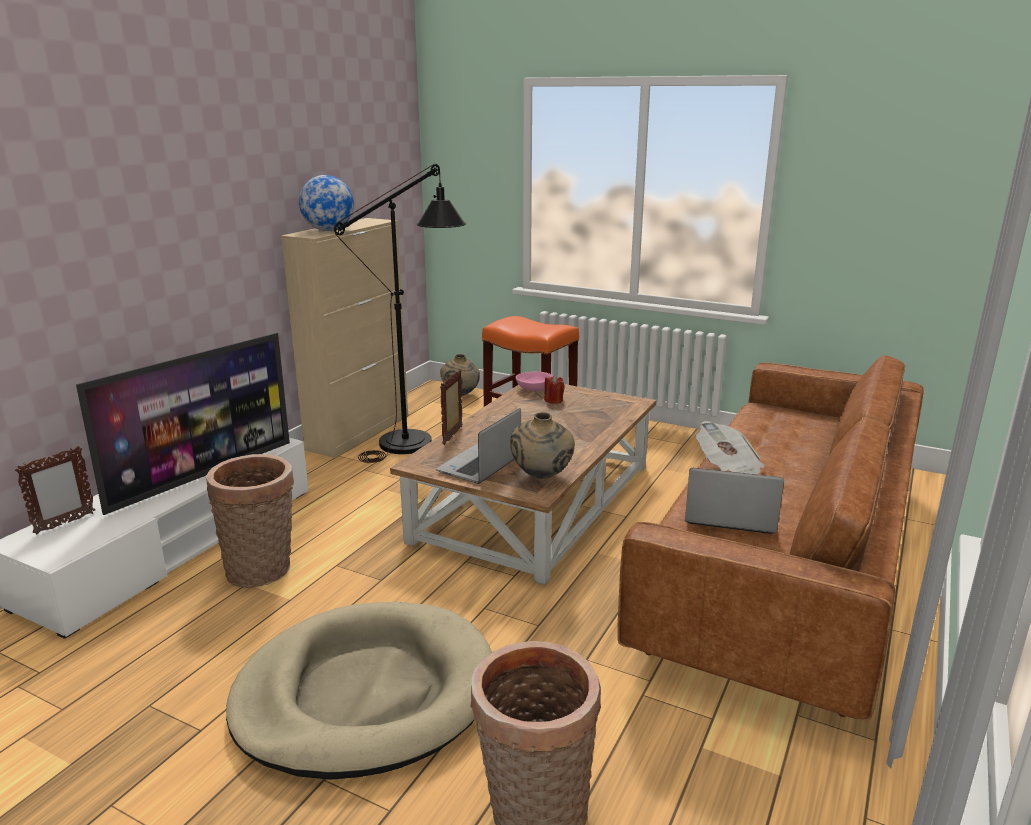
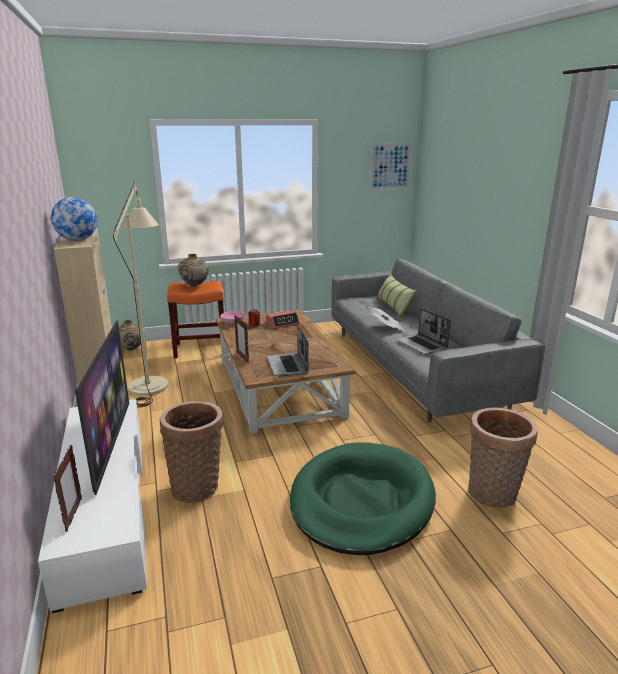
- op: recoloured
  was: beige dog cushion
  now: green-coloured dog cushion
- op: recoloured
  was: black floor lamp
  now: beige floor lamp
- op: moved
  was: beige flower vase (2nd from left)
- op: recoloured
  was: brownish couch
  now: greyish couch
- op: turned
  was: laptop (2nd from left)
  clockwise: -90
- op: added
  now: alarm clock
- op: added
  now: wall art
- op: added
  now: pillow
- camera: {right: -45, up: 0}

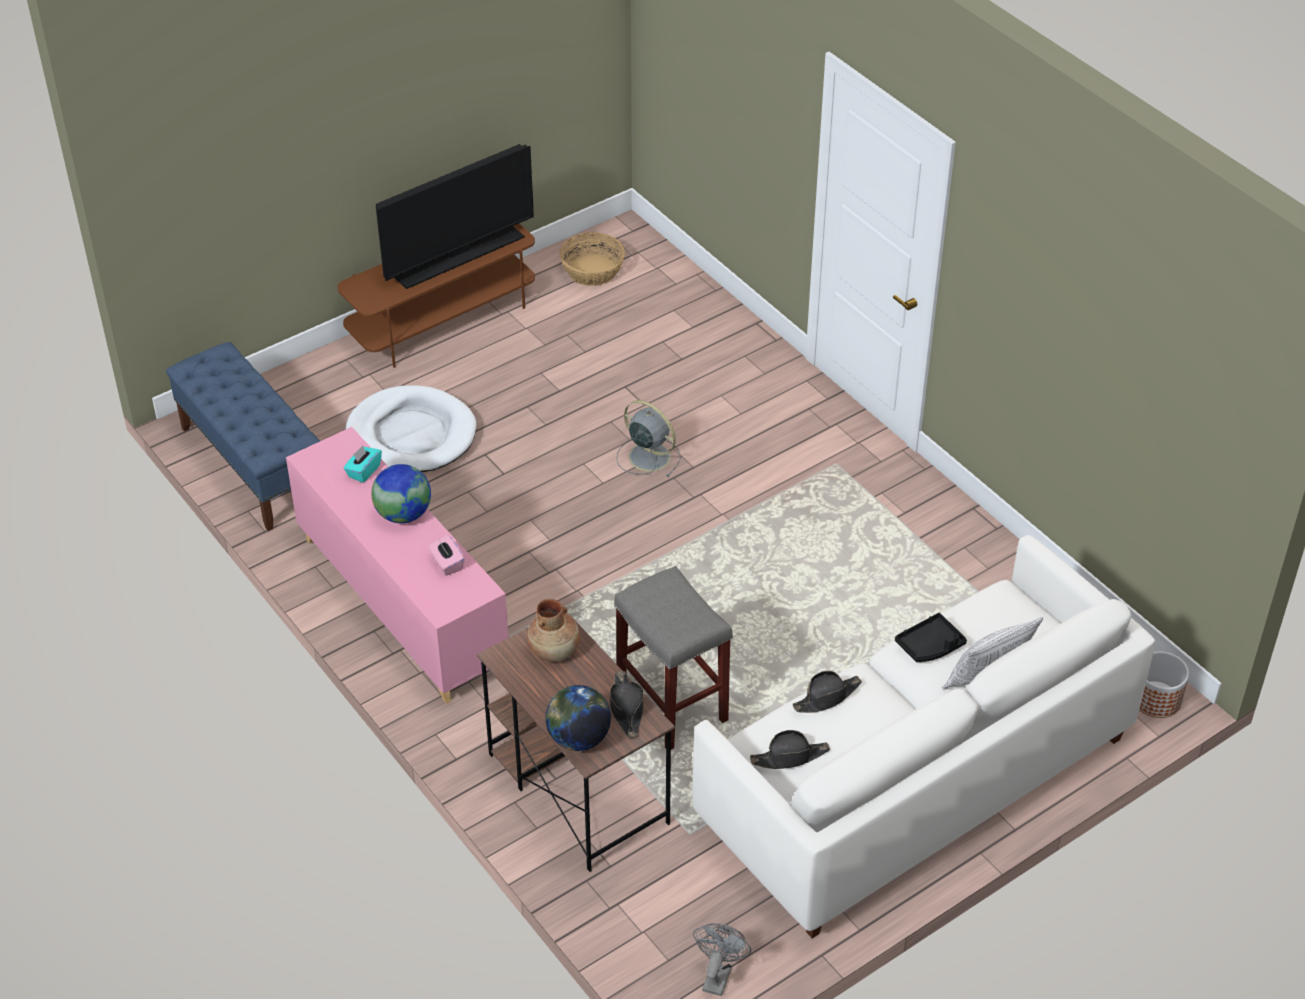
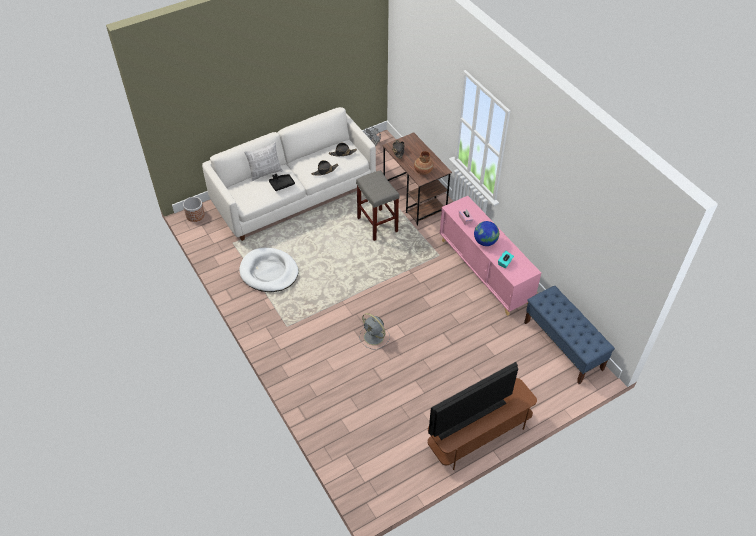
- op: moved
  was: white dog cushion
- op: removed
  was: world globe (2nd from left)
- op: removed
  was: storage basket
- camera: {right: -175, up: 5}

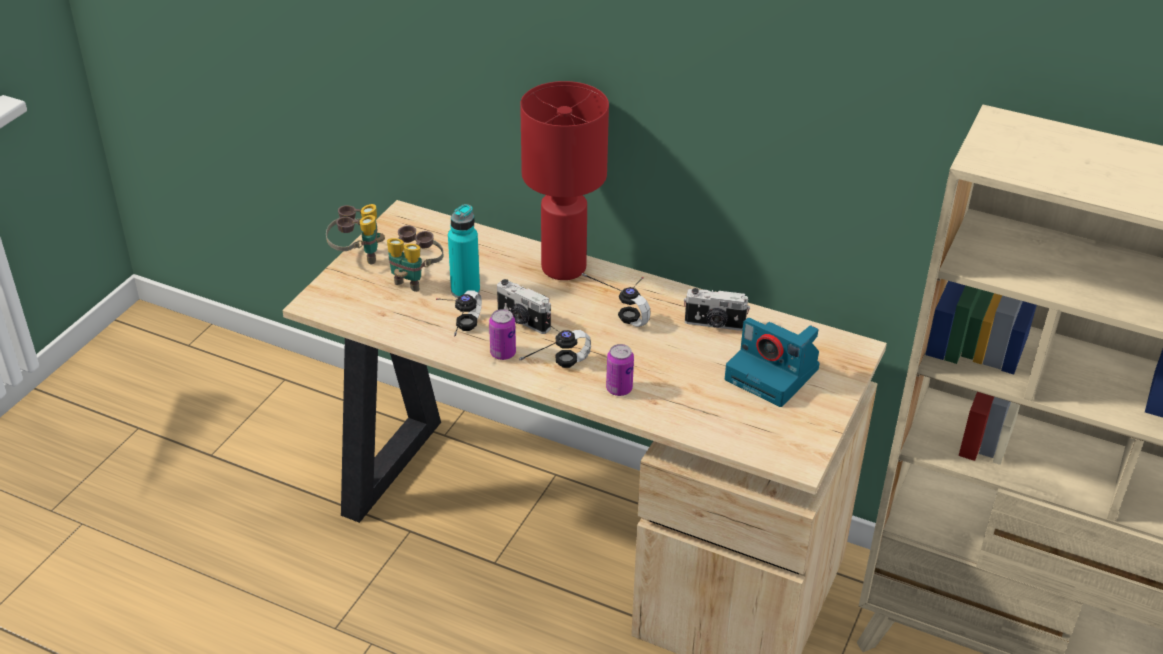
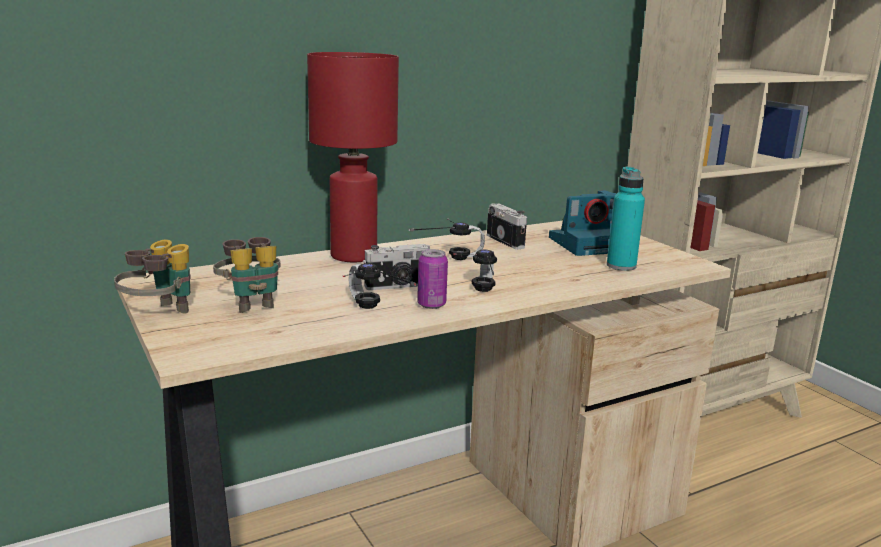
- op: moved
  was: turquoise drink bottle
- op: removed
  was: metal can (2nd from left)
- op: turned
  was: photo camera (2nd from left)
  clockwise: -75
- camera: {right: -55, up: -20}

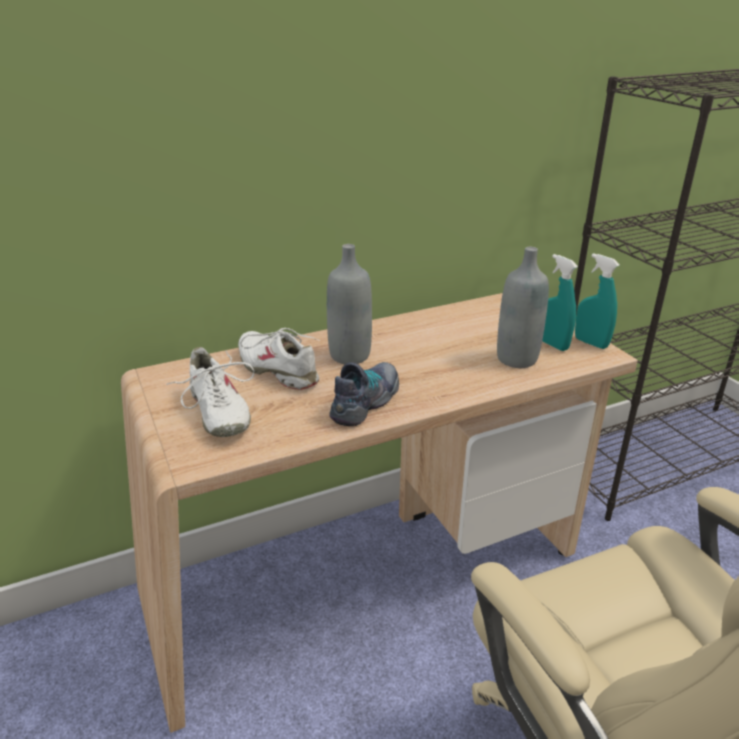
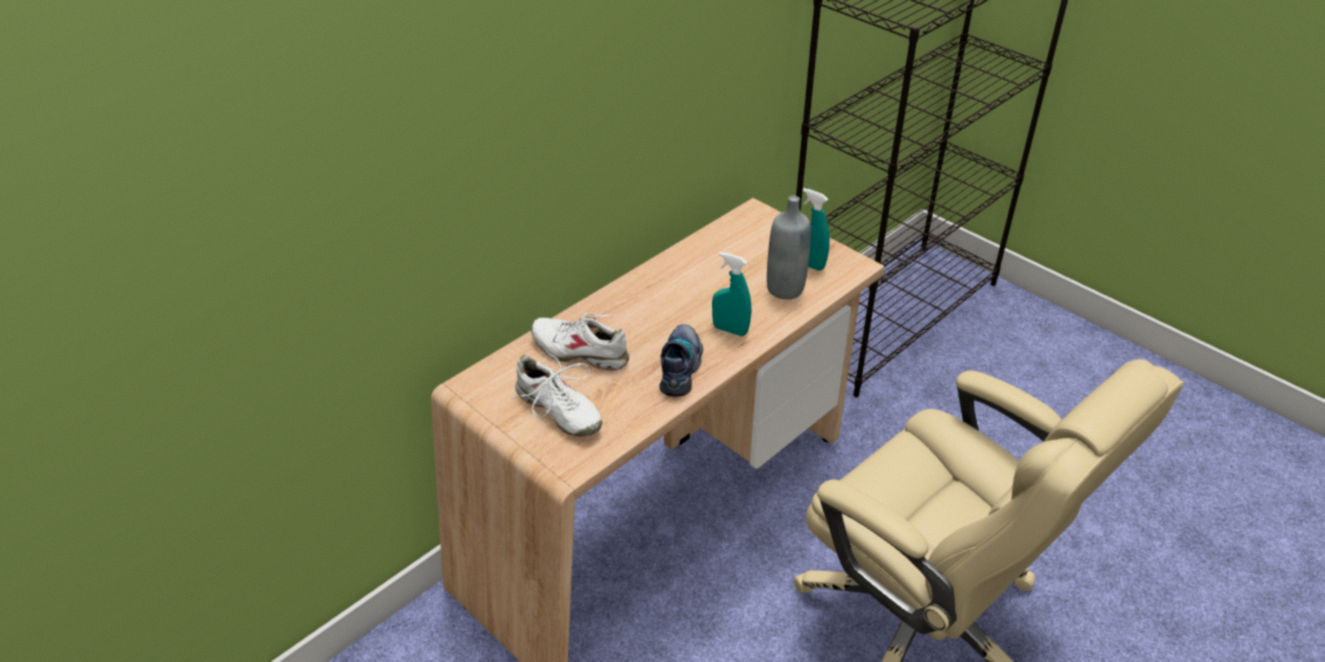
- op: removed
  was: greyish drink bottle (1st from left)
- op: moved
  was: turquoise sprayer (2nd from left in the first image)
  now: turquoise sprayer (1st from left)
- camera: {right: -20, up: 10}

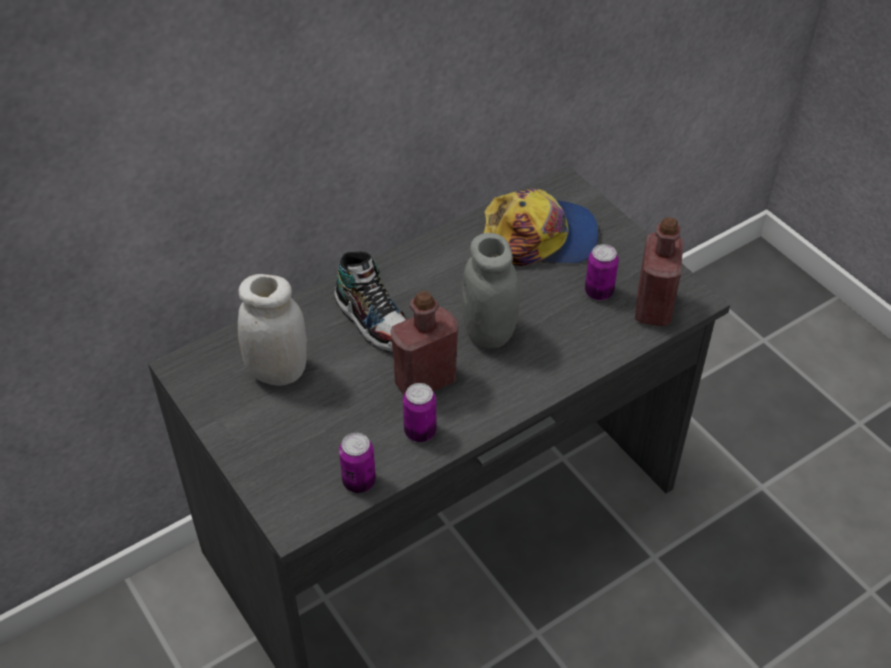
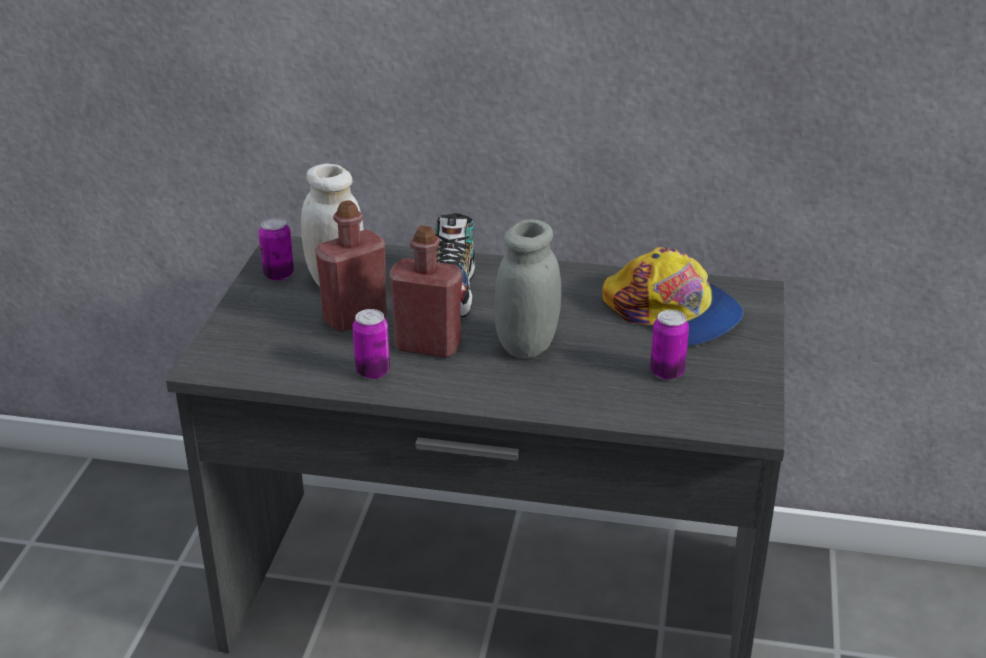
- op: moved
  was: metal can (1st from left)
- op: moved
  was: red drink bottle (2nd from left in the first image)
  now: red drink bottle (1st from left)
- camera: {right: 45, up: -15}

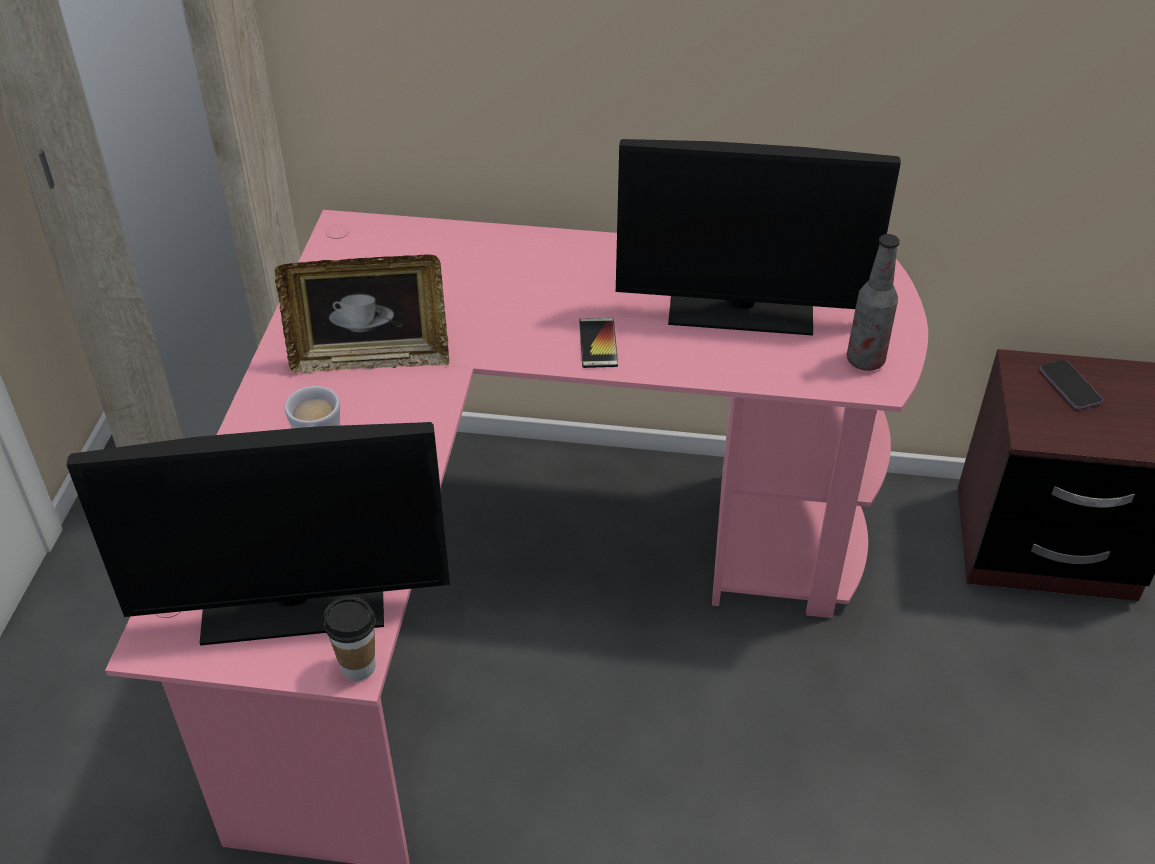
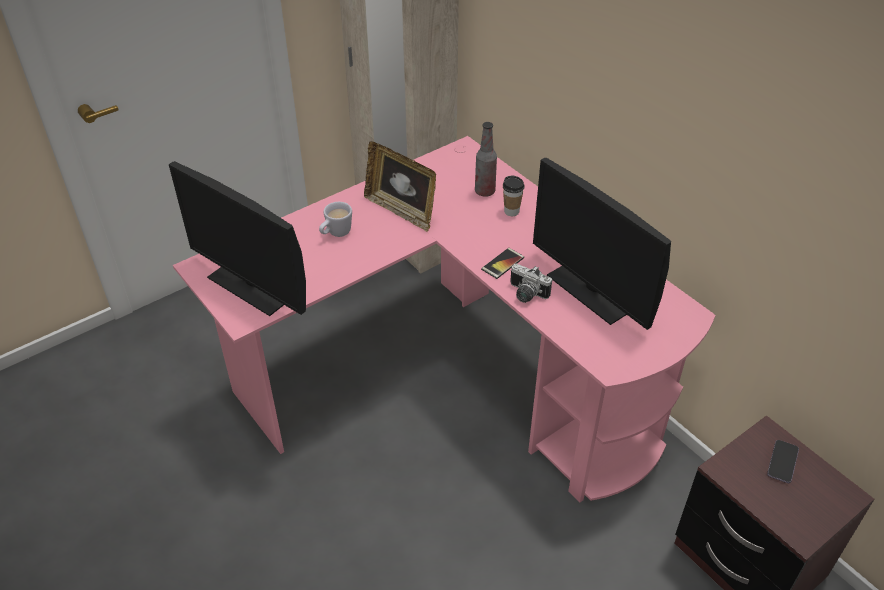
- op: moved
  was: drinking cup
- op: moved
  was: drink bottle
- op: added
  now: photo camera
- camera: {right: 45, up: 0}

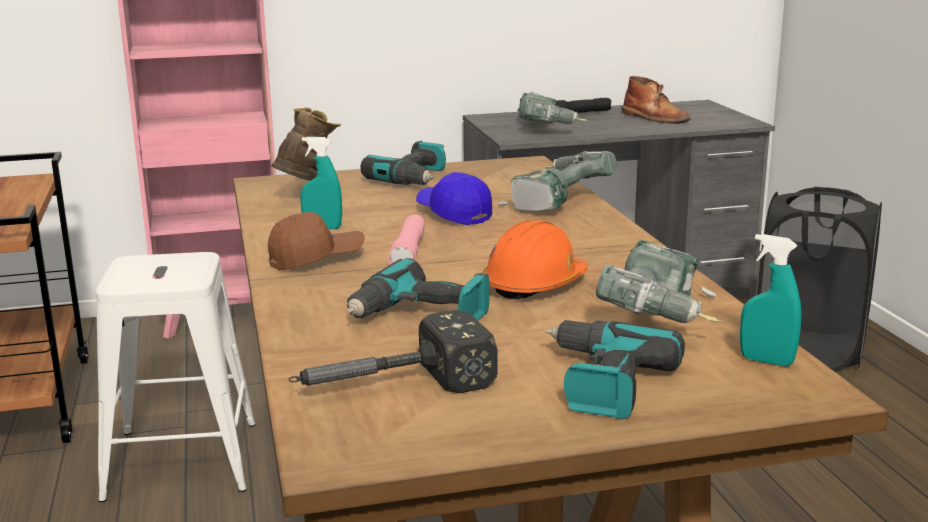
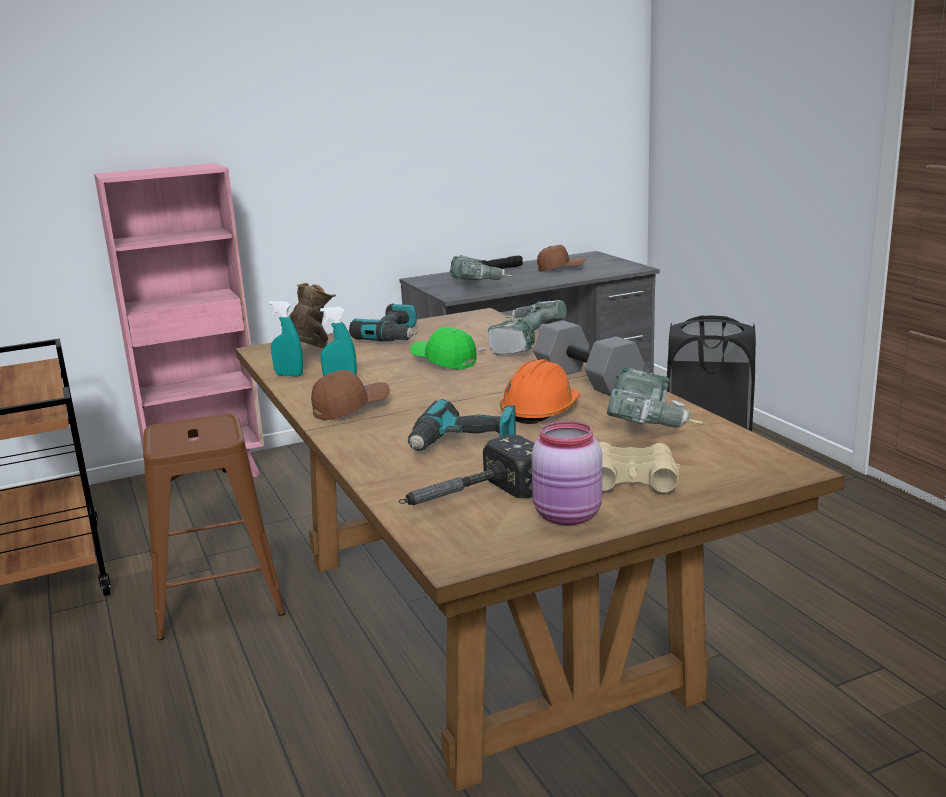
- op: recoloured
  was: white stool seat
  now: brownish stool seat
- op: removed
  was: pink-coloured flashlight
- op: recoloured
  was: blue peaked cap
  now: green-coloured peaked cap
- op: replaced
  was: electric drill (5th from left)
  now: beige pair of binoculars
- op: replaced
  was: brownish boot (2nd from left)
  now: brownish peaked cap (2nd from left)
- op: moved
  was: turquoise sprayer (2nd from left in the first image)
  now: turquoise sprayer (1st from left)
- op: added
  now: pink-coloured preserve jar
- op: added
  now: greyish hand weight
- camera: {right: -10, up: 0}

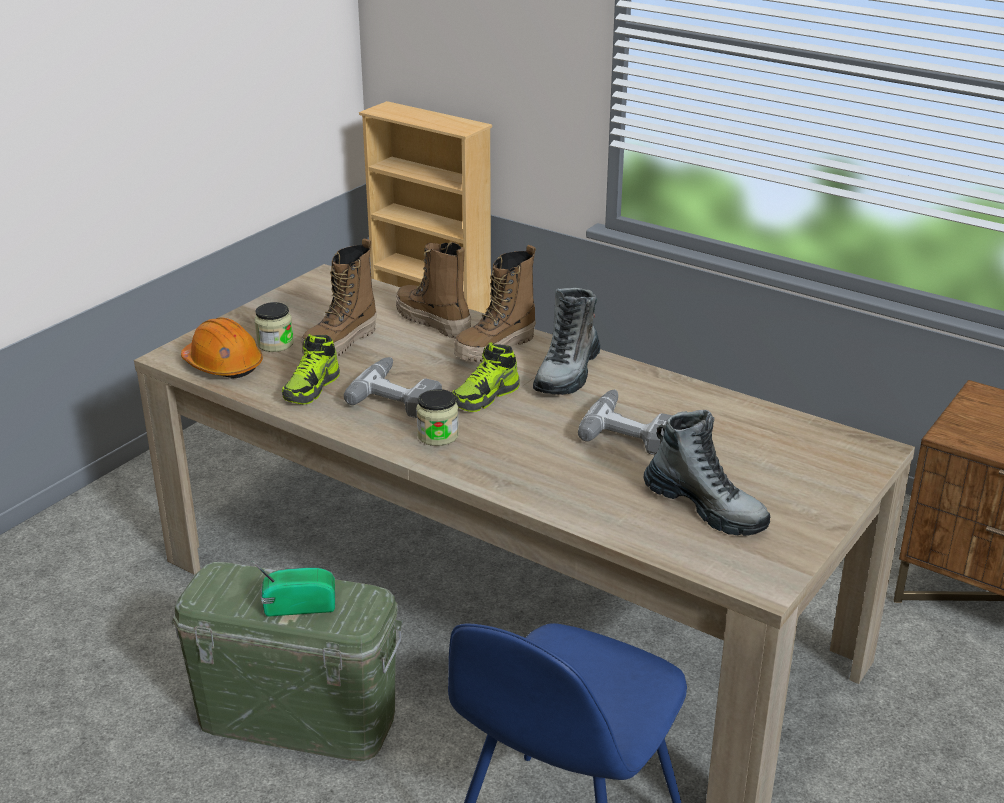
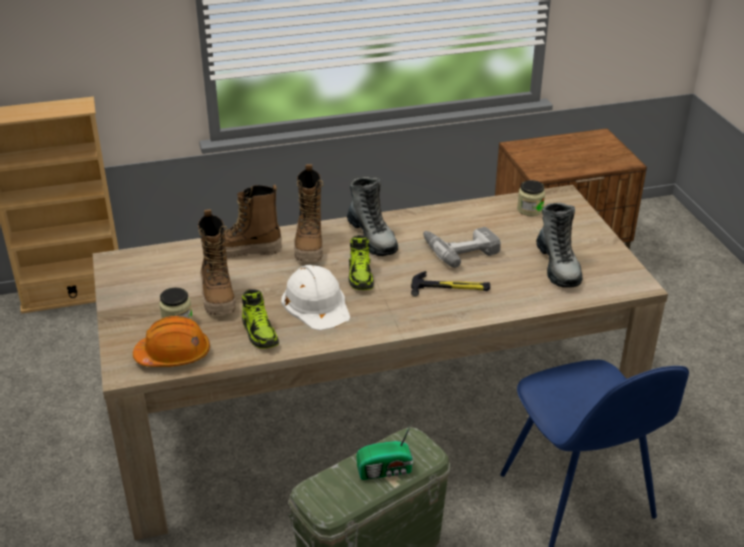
- op: turned
  was: radio receiver
  clockwise: -135
- op: replaced
  was: electric drill (1st from left)
  now: white safety helmet
- op: moved
  was: preserve jar (2nd from left)
- op: turned
  was: boot (5th from left)
  clockwise: 90
- op: added
  now: hand hammer
- camera: {right: -50, up: 5}

